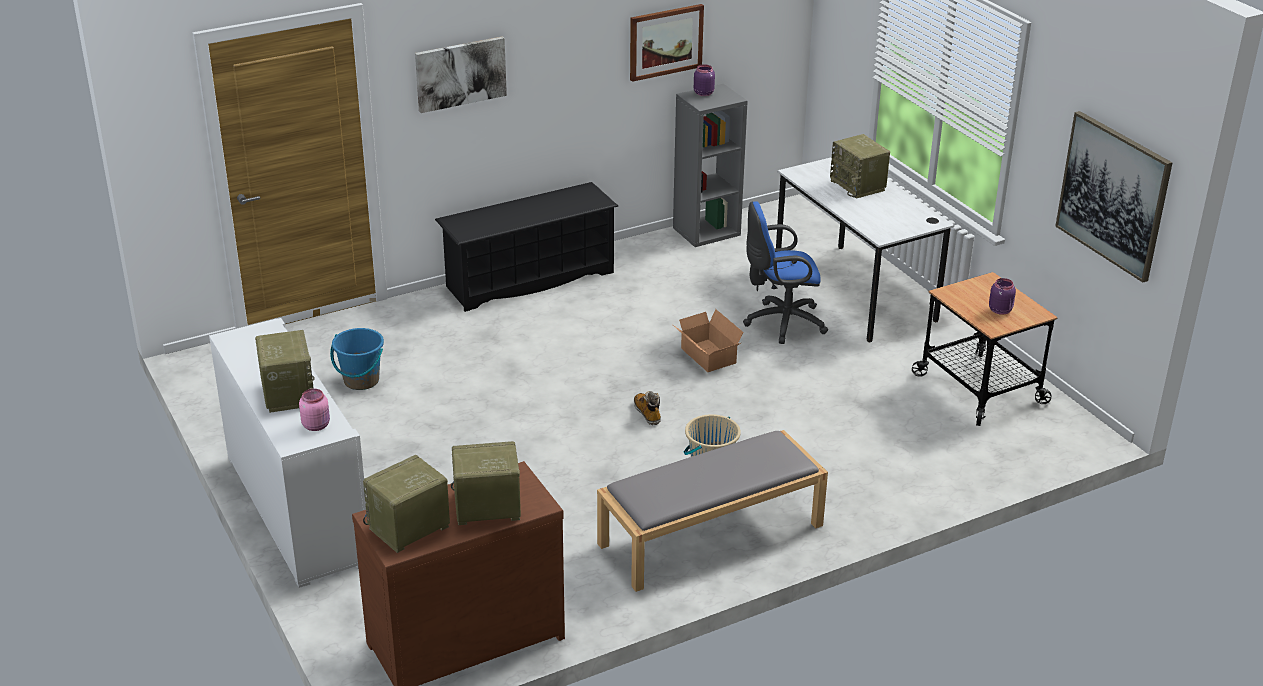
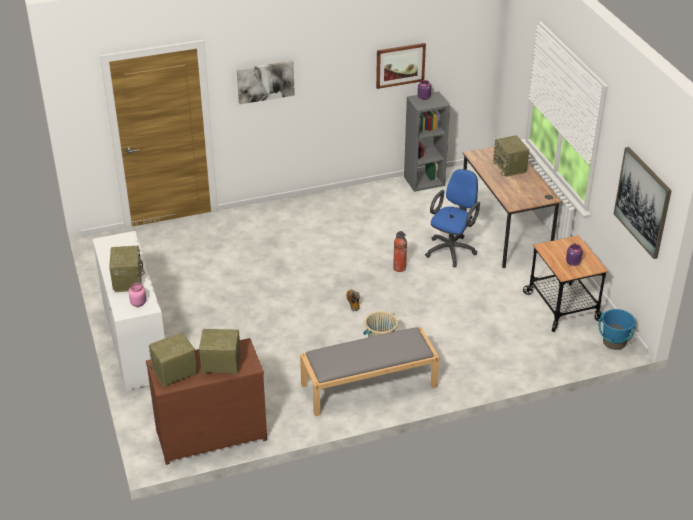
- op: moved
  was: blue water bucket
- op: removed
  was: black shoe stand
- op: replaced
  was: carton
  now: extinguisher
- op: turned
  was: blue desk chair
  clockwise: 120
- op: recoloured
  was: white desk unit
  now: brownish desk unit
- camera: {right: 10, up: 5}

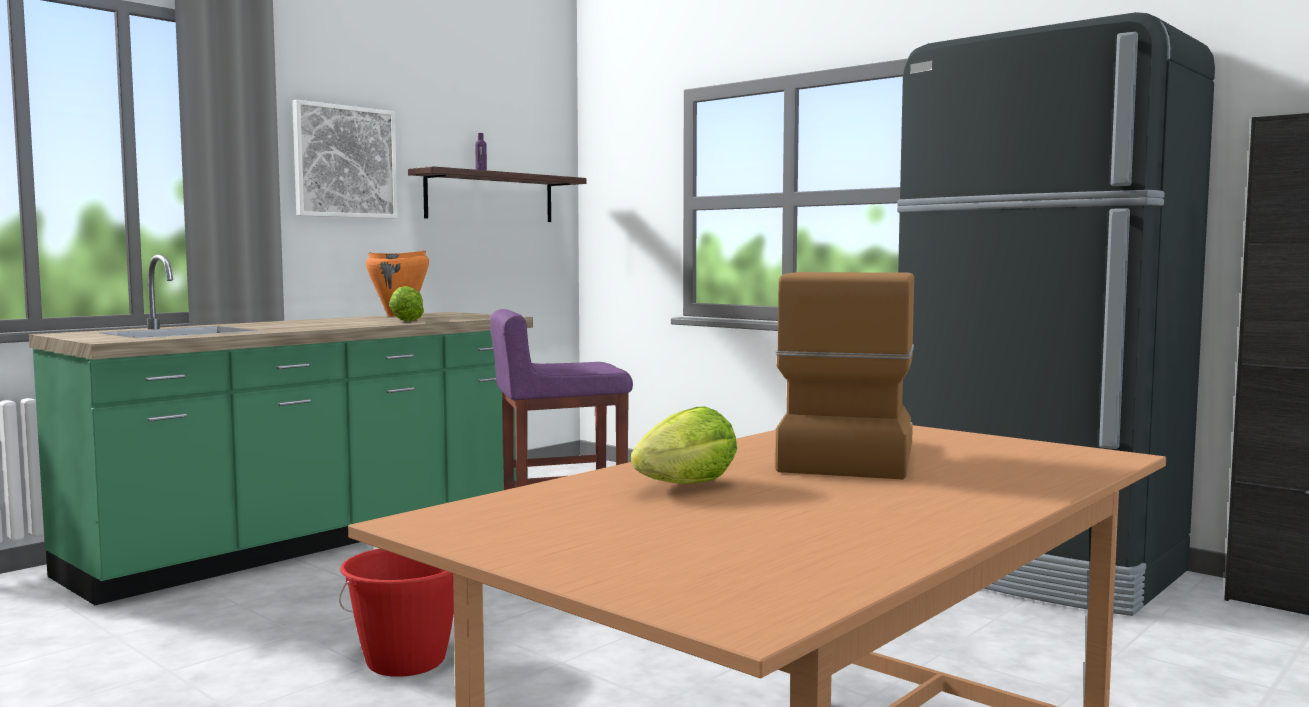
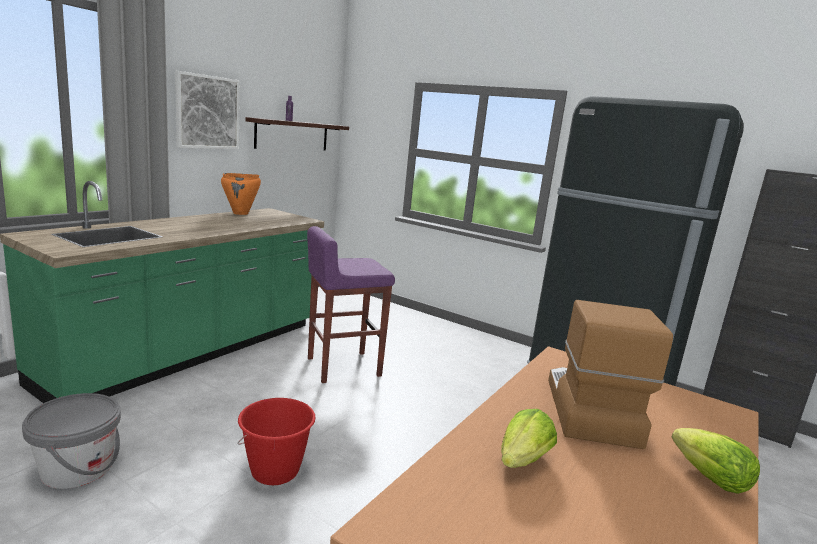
- op: moved
  was: lettuce (1st from left in the first image)
  now: lettuce (2nd from left)
- op: added
  now: greyish water bucket
- camera: {right: -10, up: 10}

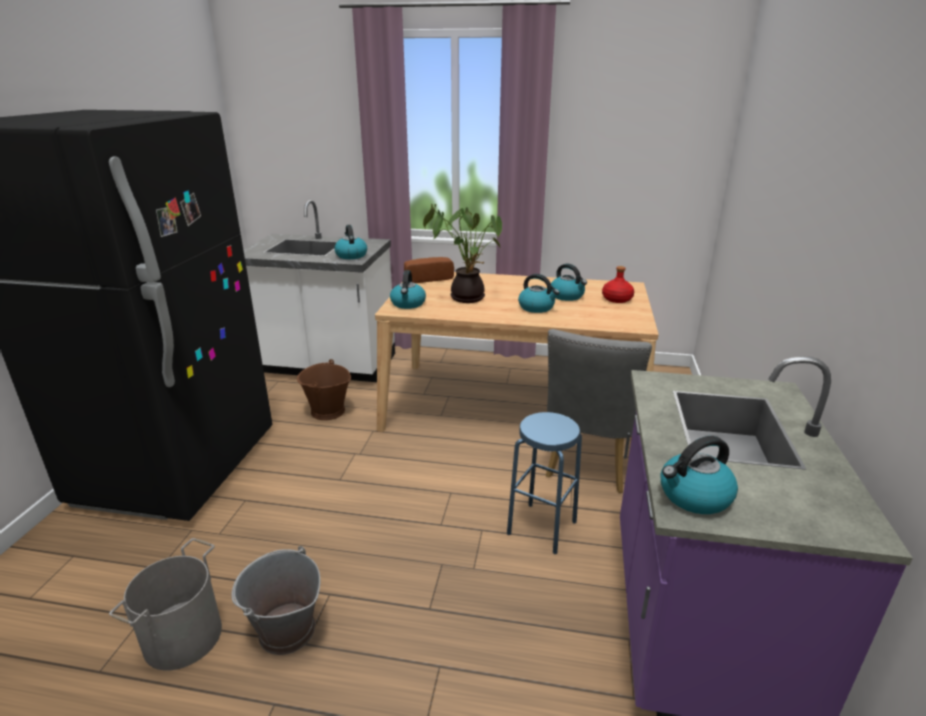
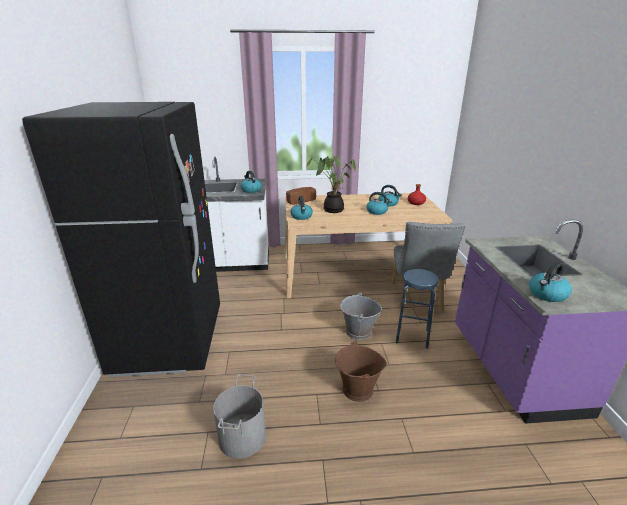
- op: moved
  was: greyish water bucket (2nd from left)
- op: moved
  was: brownish water bucket
- camera: {right: -15, up: 0}

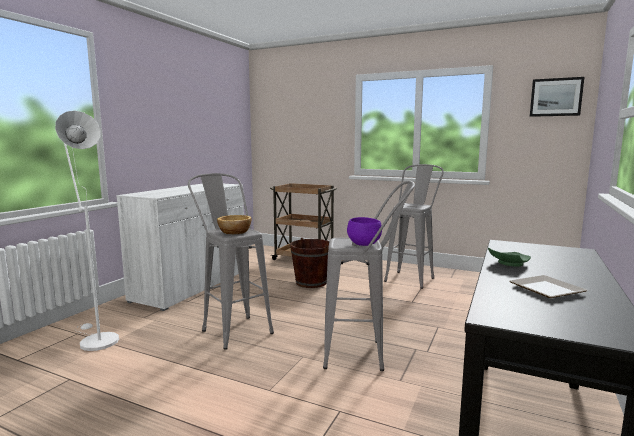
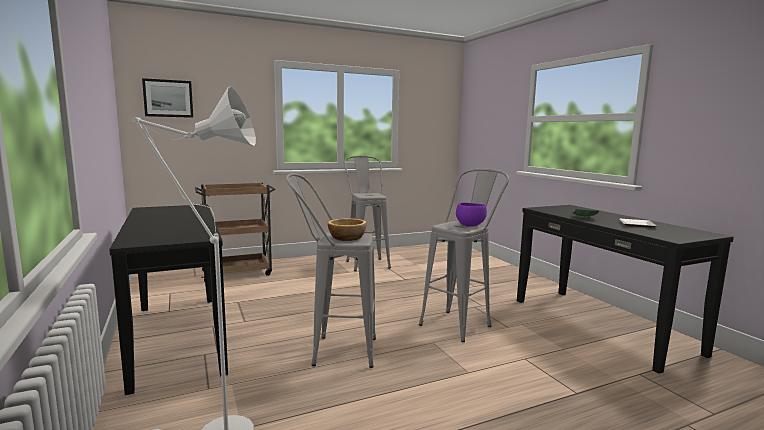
- op: replaced
  was: white cupboard
  now: black narrow table (1st from left)
- op: removed
  was: brownish water bucket
- op: moved
  was: wall art
- camera: {right: -50, up: 0}

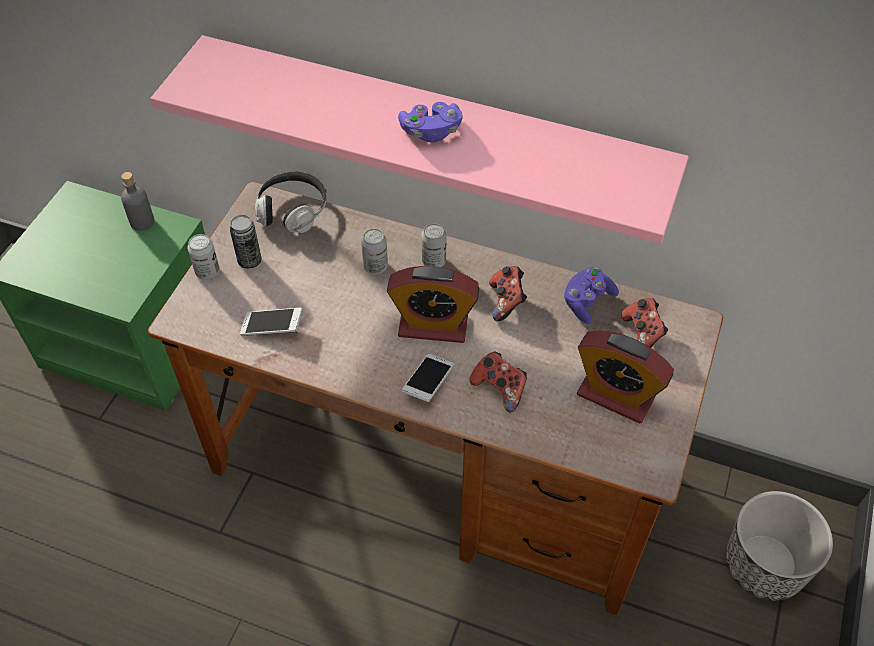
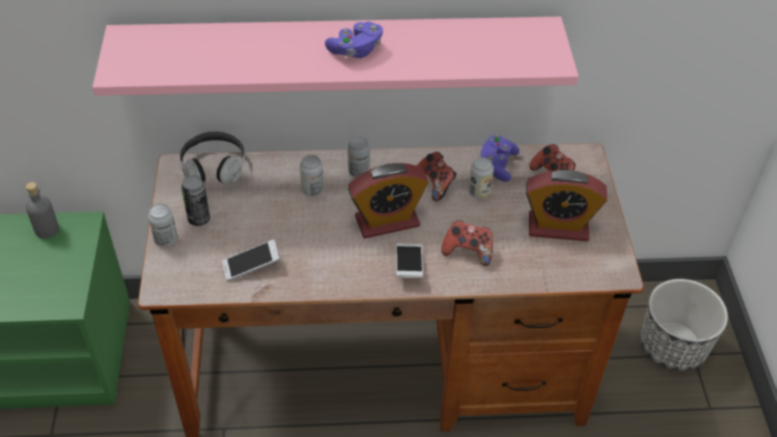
- op: added
  now: metal can (5th from left)
- camera: {right: -25, up: -5}

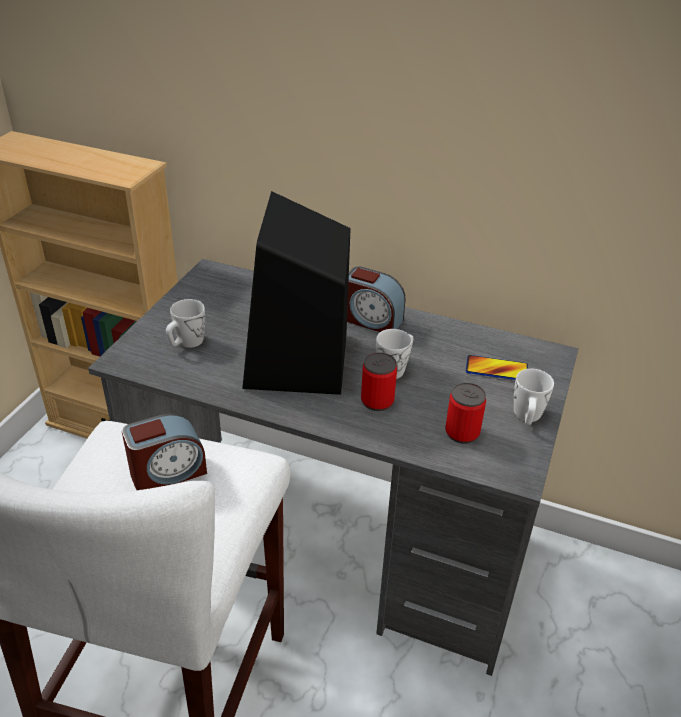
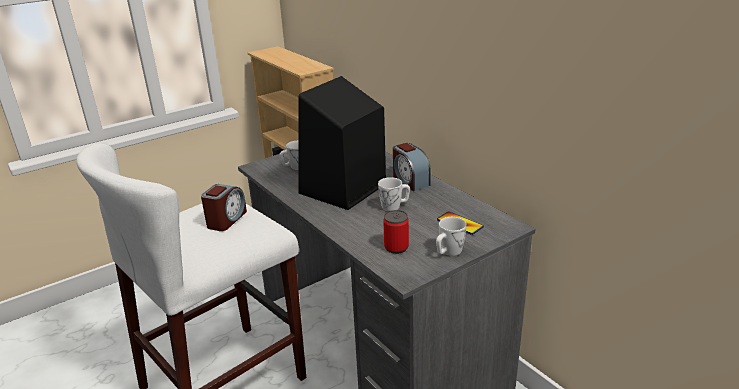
- op: turned
  was: alarm clock (1st from left)
  clockwise: -75
- op: removed
  was: metal can (1st from left)
- camera: {right: 35, up: -10}

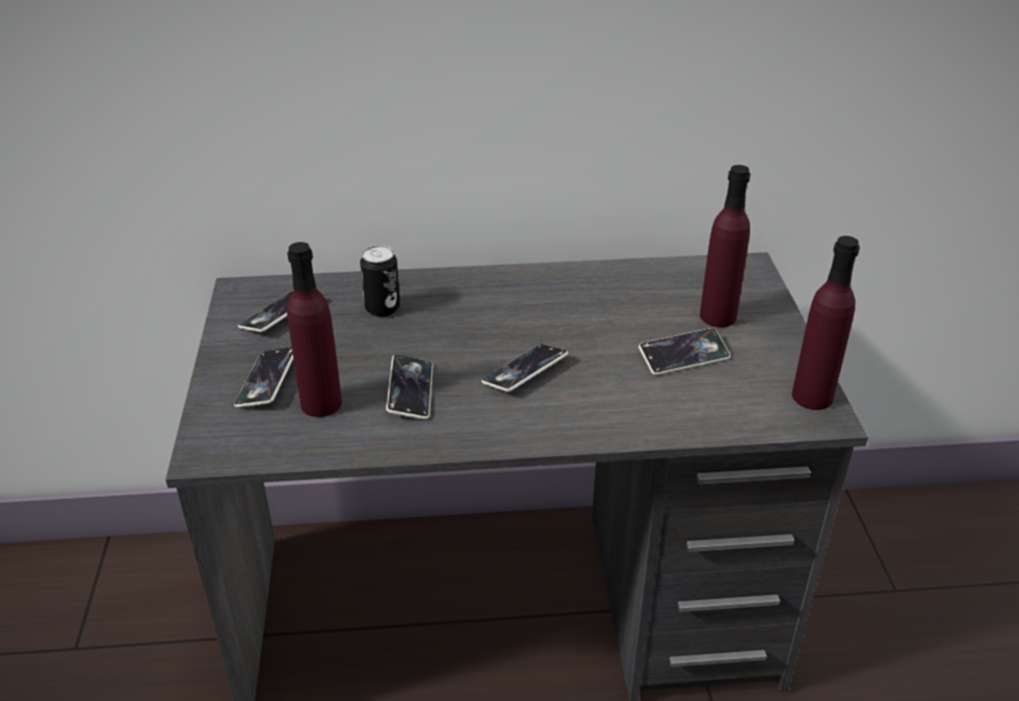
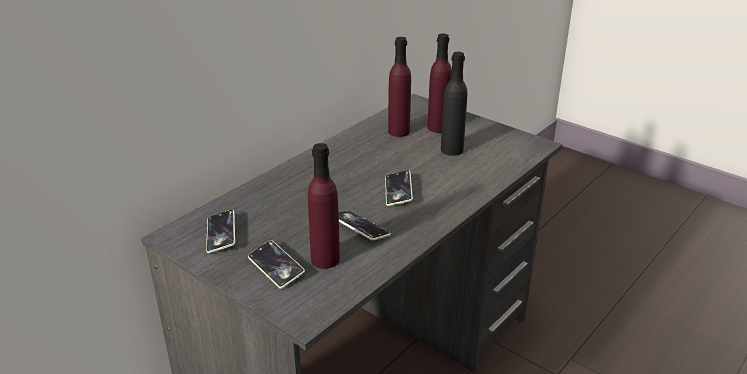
- op: removed
  was: metal can
- op: replaced
  was: phone (5th from left)
  now: black drink bottle
- op: moved
  was: purple drink bottle (3rd from left in the first image)
  now: purple drink bottle (2nd from left)
- camera: {right: -45, up: -5}

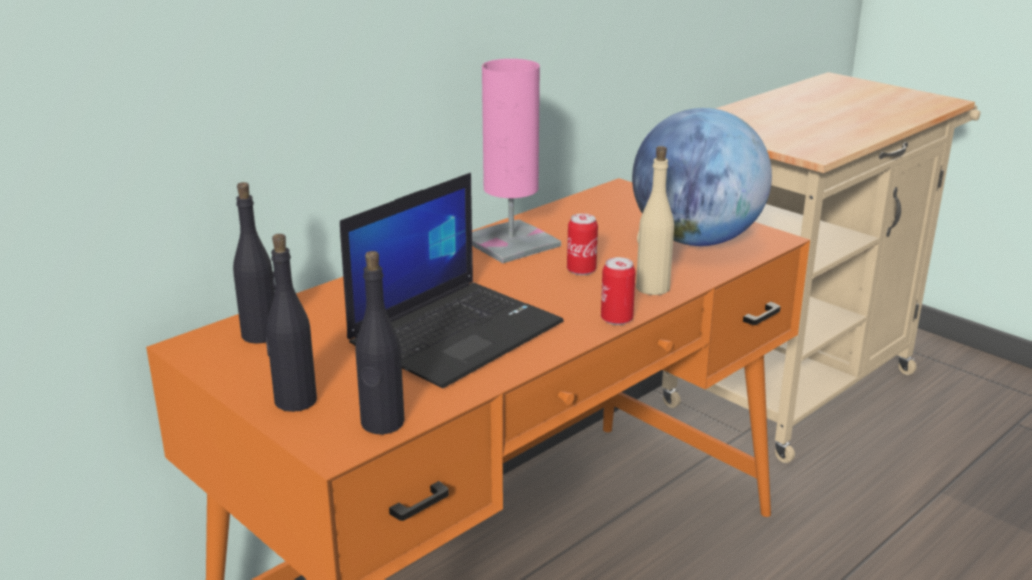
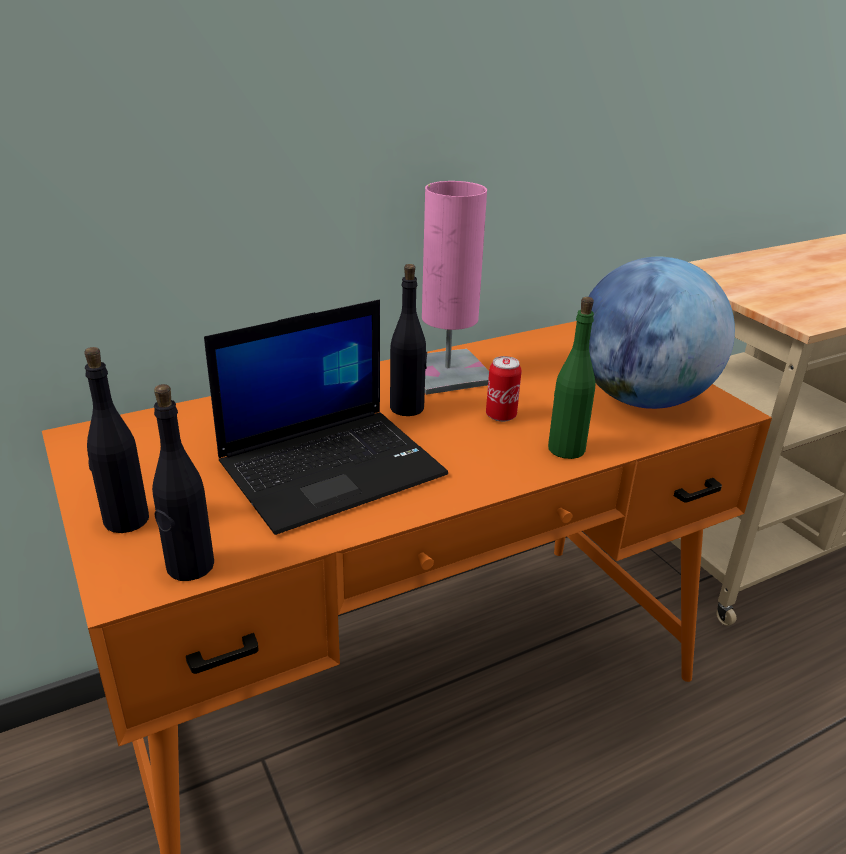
- op: moved
  was: black drink bottle (1st from left in the first image)
  now: black drink bottle (3rd from left)
- op: removed
  was: metal can (2nd from left)
- op: recoloured
  was: beige drink bottle
  now: green-coloured drink bottle
- camera: {right: 15, up: 5}

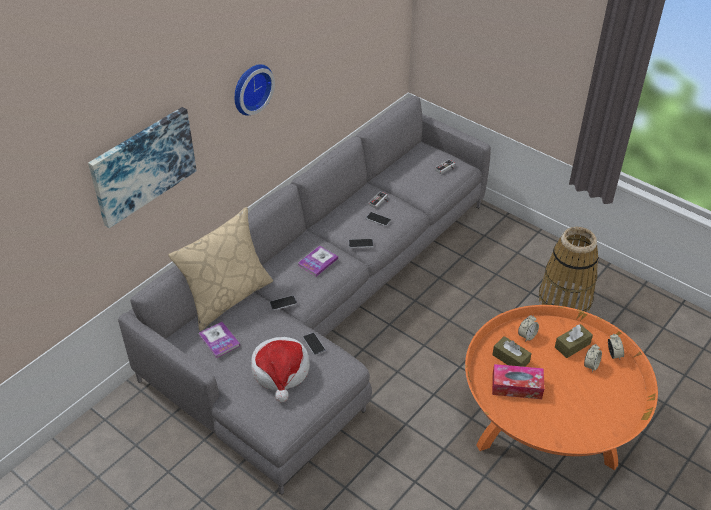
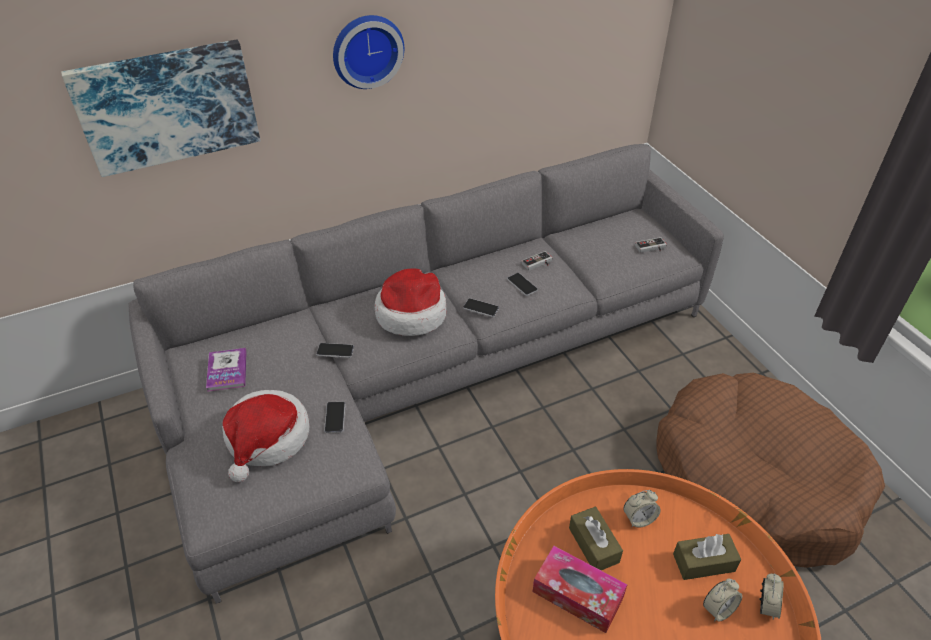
- op: removed
  was: beige pillow
- op: replaced
  was: book (2nd from left)
  now: hat (2nd from left)
- op: replaced
  was: storage basket
  now: brownish dog cushion
- camera: {right: 25, up: 0}

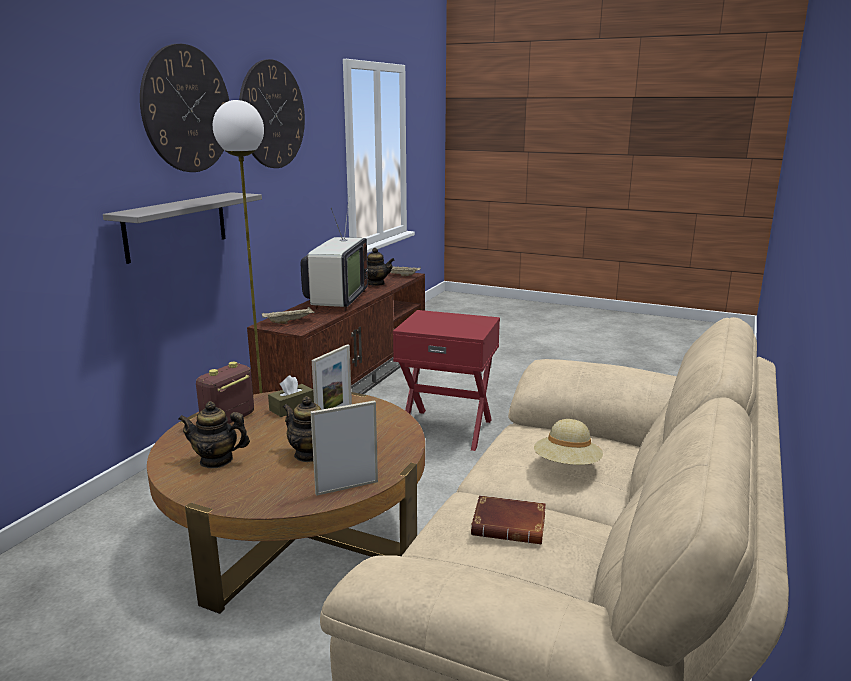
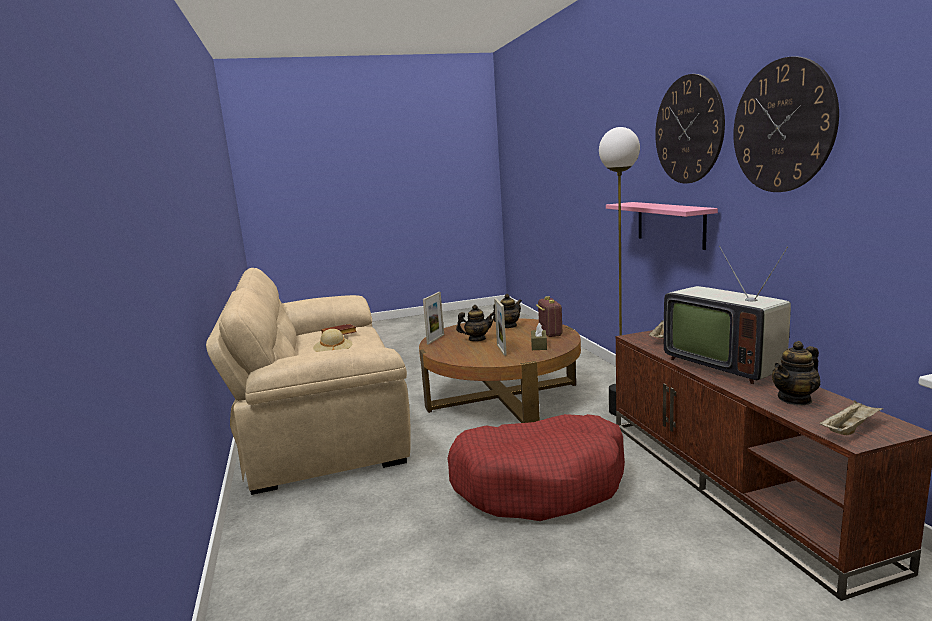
- op: recoloured
  was: greyish shelf
  now: pink-coloured shelf
- op: replaced
  was: red accent table
  now: red dog cushion
- camera: {right: 140, up: -5}

